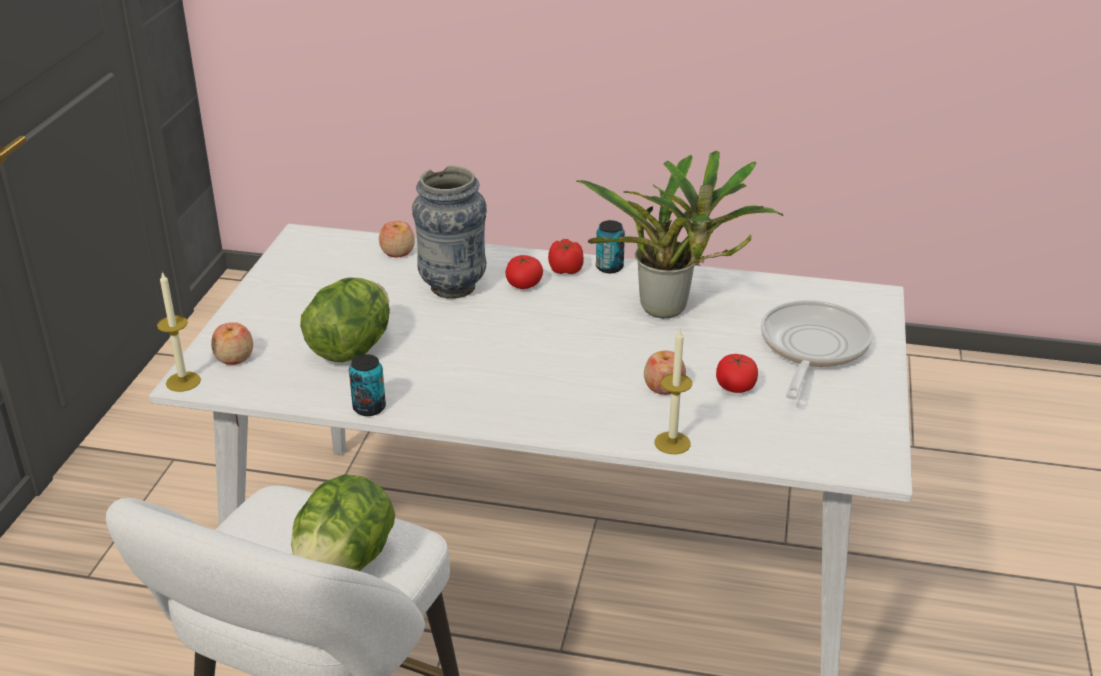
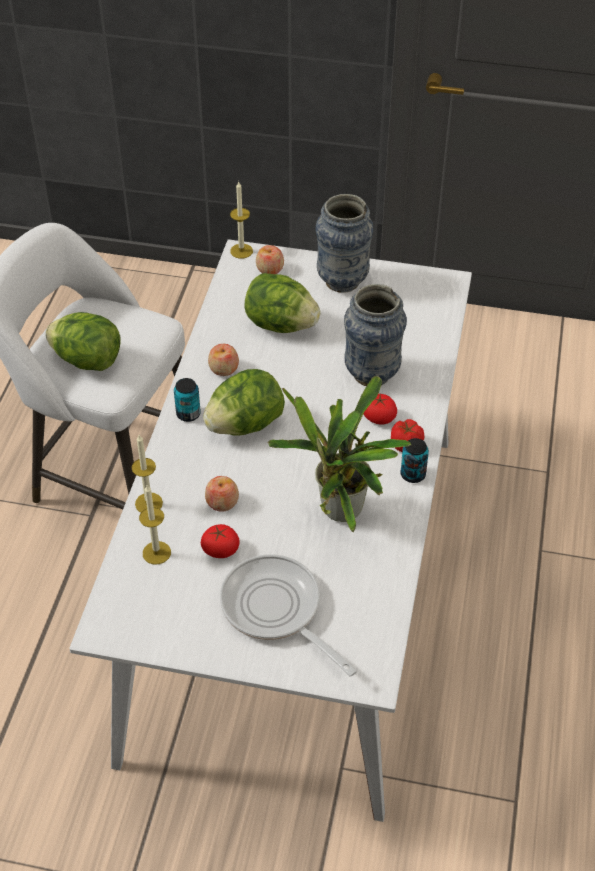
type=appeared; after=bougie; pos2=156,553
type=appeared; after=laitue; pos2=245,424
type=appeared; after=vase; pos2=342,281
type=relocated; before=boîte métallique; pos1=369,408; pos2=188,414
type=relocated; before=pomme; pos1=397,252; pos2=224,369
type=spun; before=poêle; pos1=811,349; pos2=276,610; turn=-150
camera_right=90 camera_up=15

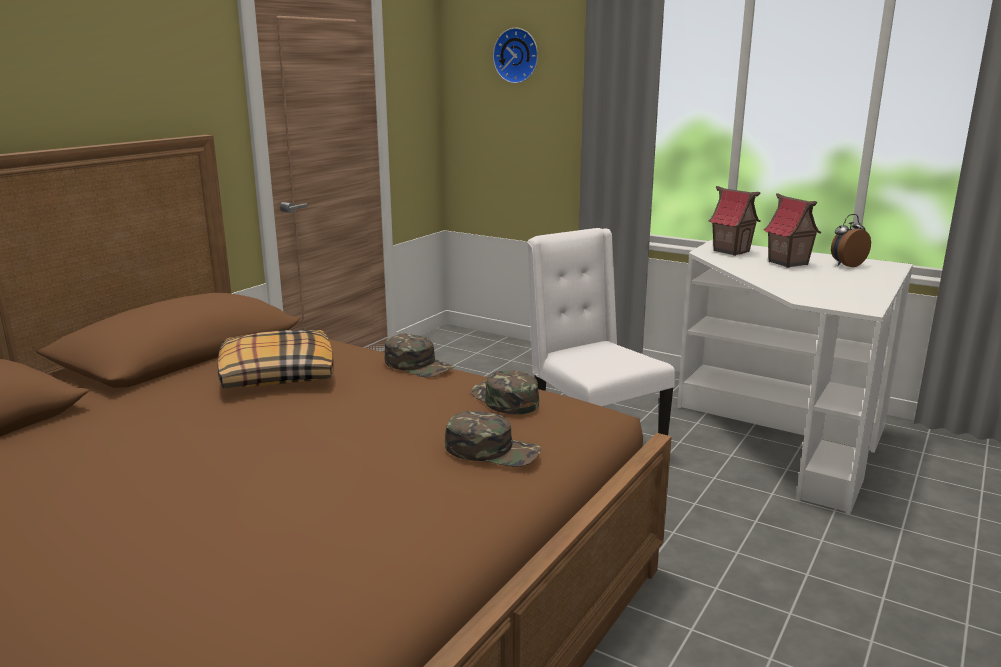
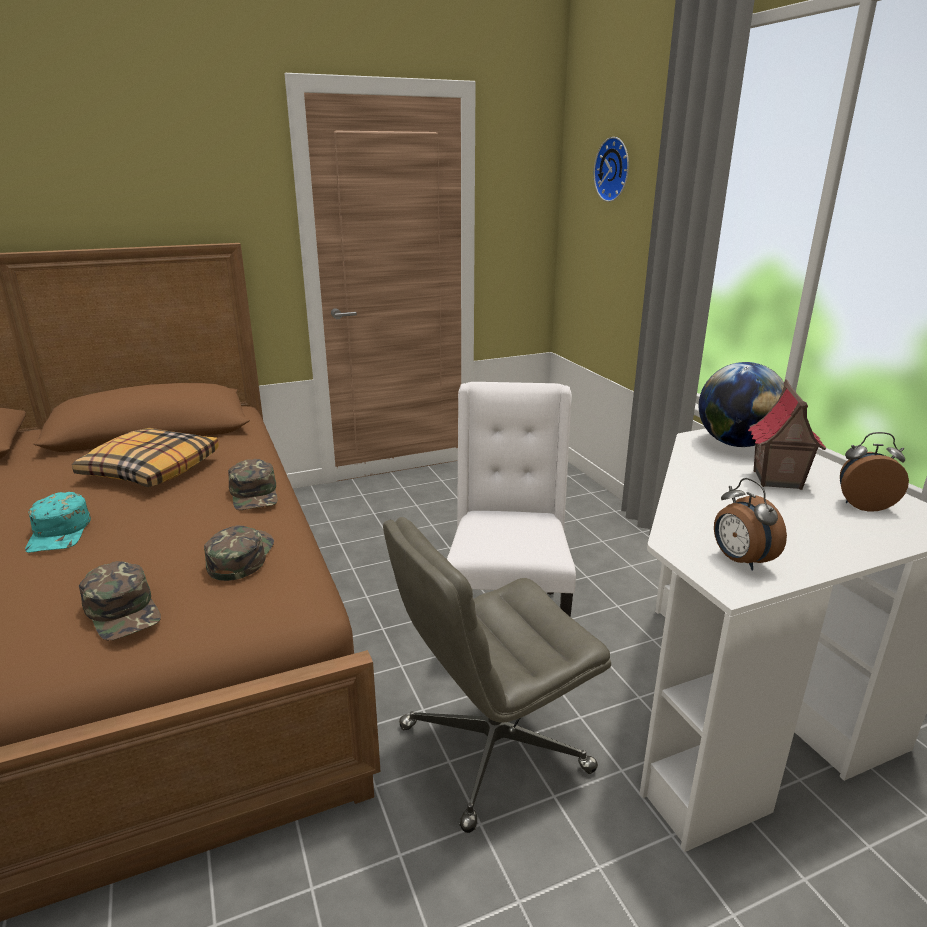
type=appeared; after=casquette (turquoise); pos2=60,532
type=appeared; after=chaise de bureau (gris); pos2=492,750
type=appeared; after=réveil; pos2=740,561
type=exchanged; before=maison miniature; after=globe; pos1=731,251; pos2=736,444
camera_right=35 camera_up=5

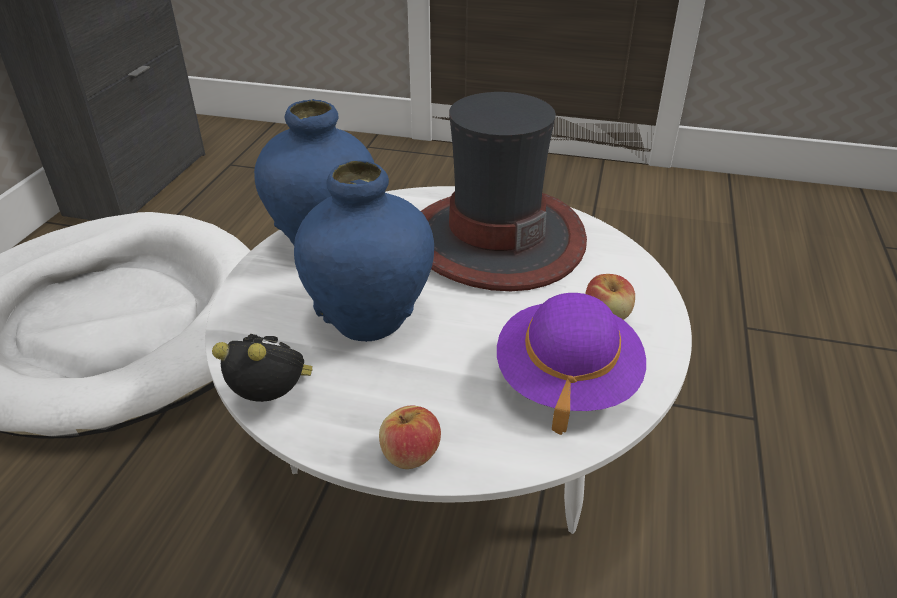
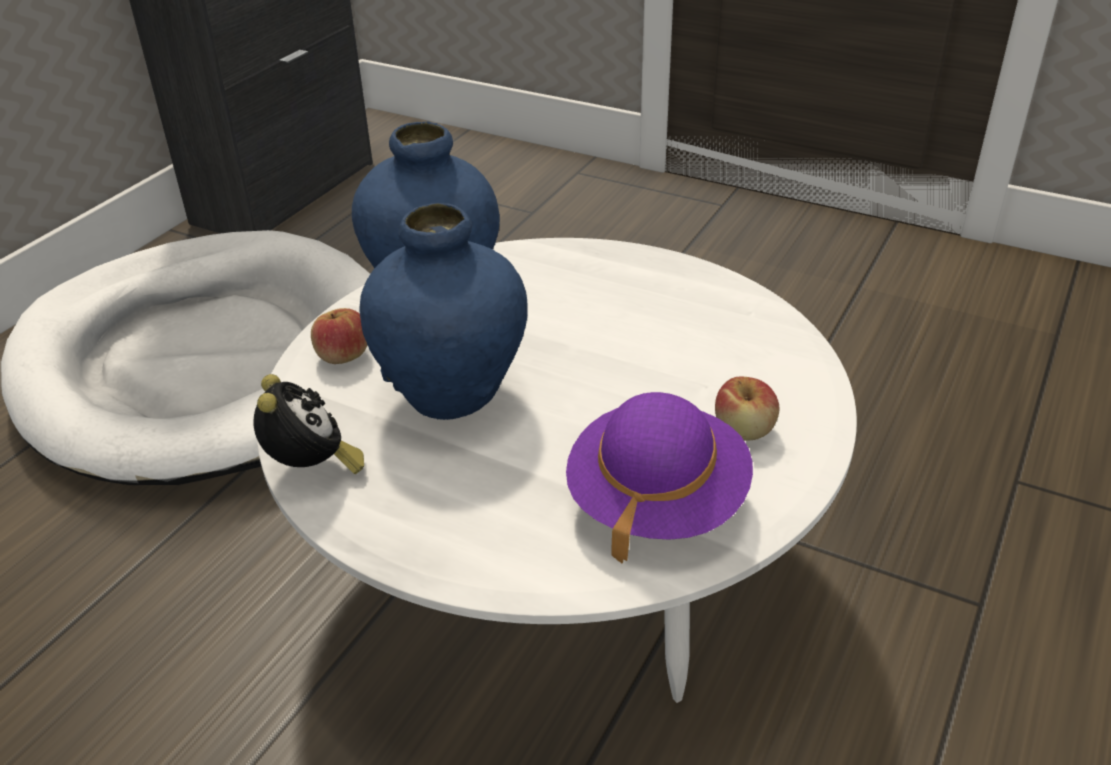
type=missing; before=chapeau; pos1=495,239
type=relocated; before=pomme; pos1=410,454; pos2=342,355
type=spun; before=réveil; pos1=274,399; pos2=312,469; turn=45
camera_right=15 camera_up=0

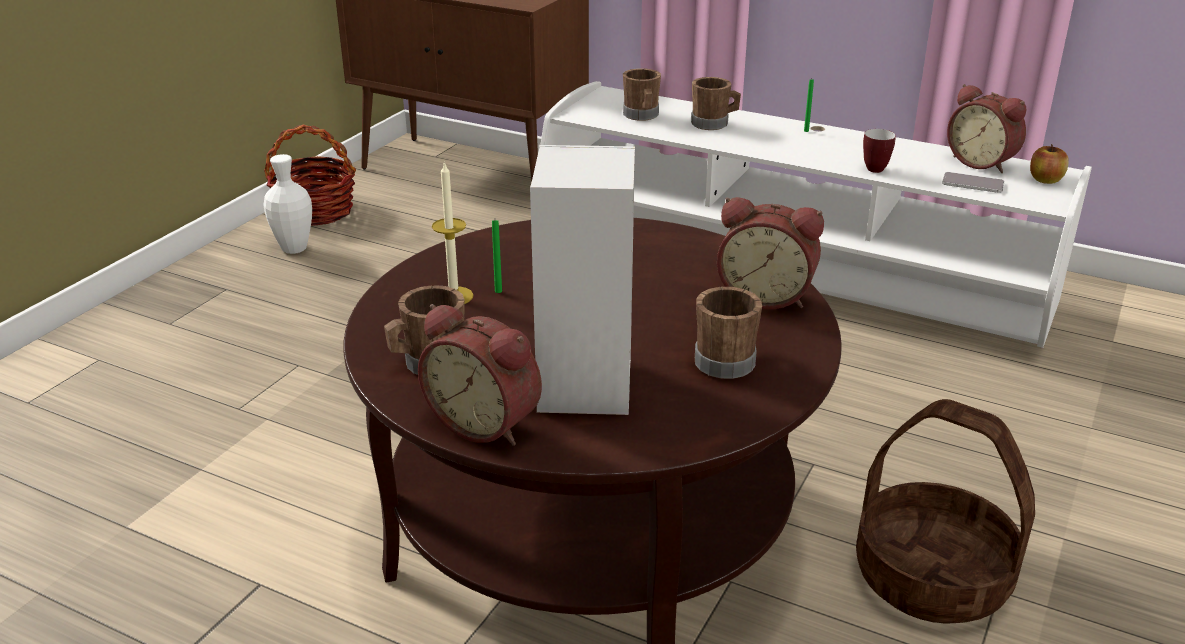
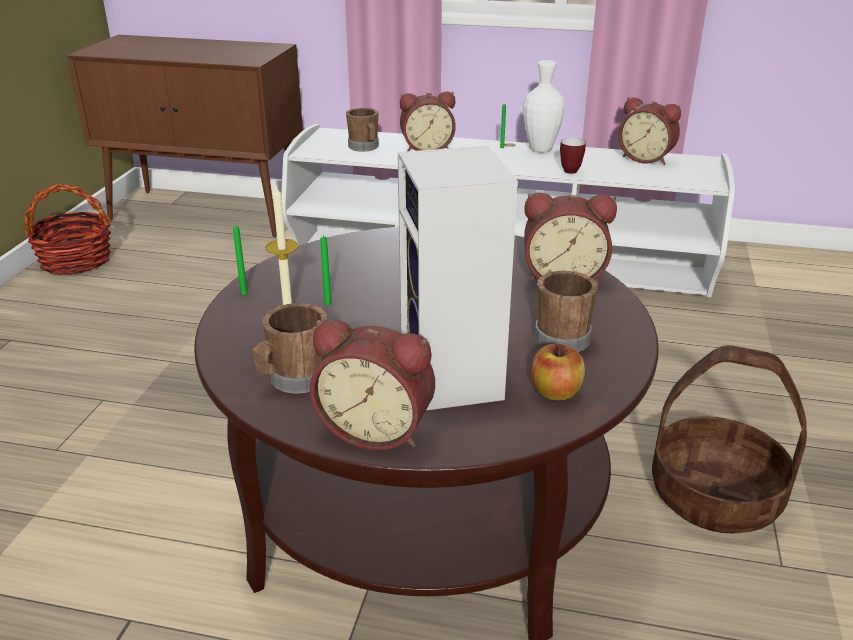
type=missing; before=téléphone; pos1=972,184
type=appeared; after=bougie (vert); pos2=244,293
type=relocated; before=vase (blanc); pos1=294,249; pos2=540,149
type=relocated; before=pomme; pos1=1045,180; pos2=555,392
type=exchanged; before=mug (marron); after=réveil; pos1=714,124; pos2=426,148
camera_right=-15 camera_up=0

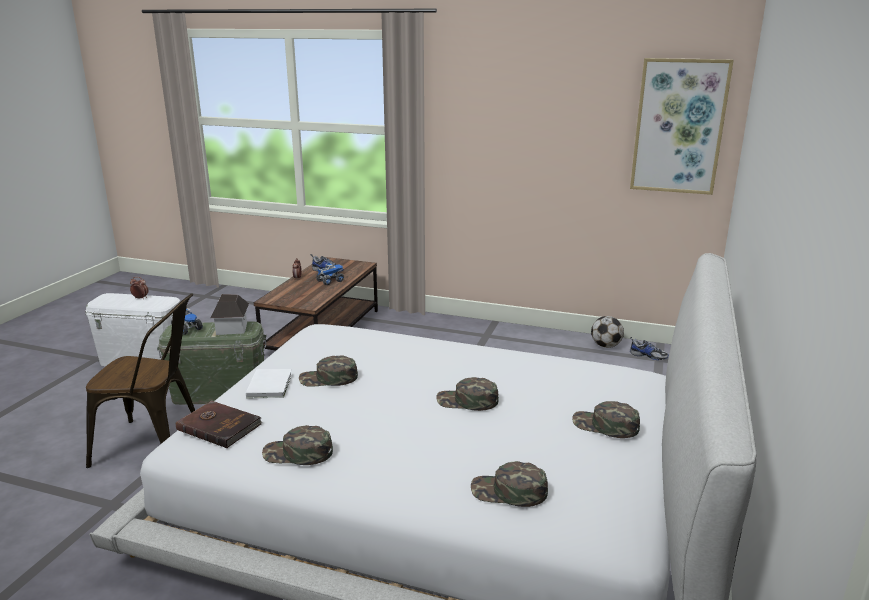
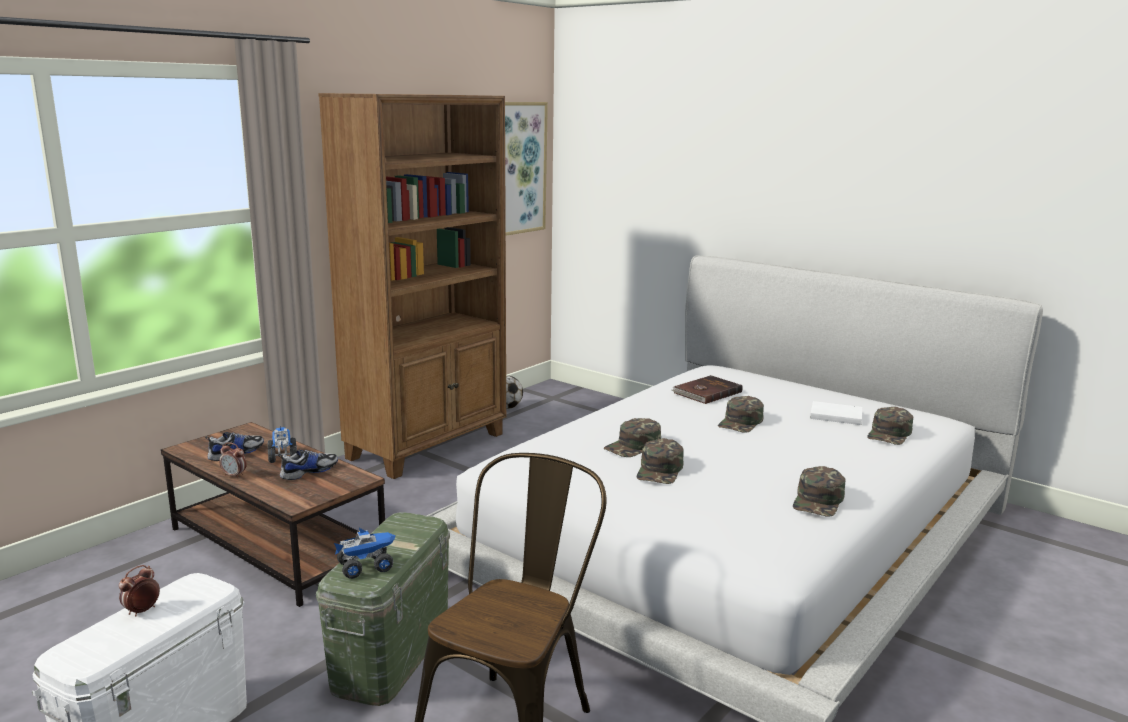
type=missing; before=maison miniature; pos1=232,328
type=appeared; after=bibliothèque (marron); pos2=429,446
type=relocated; before=livre (marron); pos1=219,426; pos2=706,392
type=relocated; before=livre (blanc); pos1=271,385; pos2=834,415
type=relocated; before=casquette (vert); pos1=605,425; pos2=633,446
type=relocated; before=chaussure; pos1=648,356; pos2=308,471
camera_right=-70 camera_up=-5

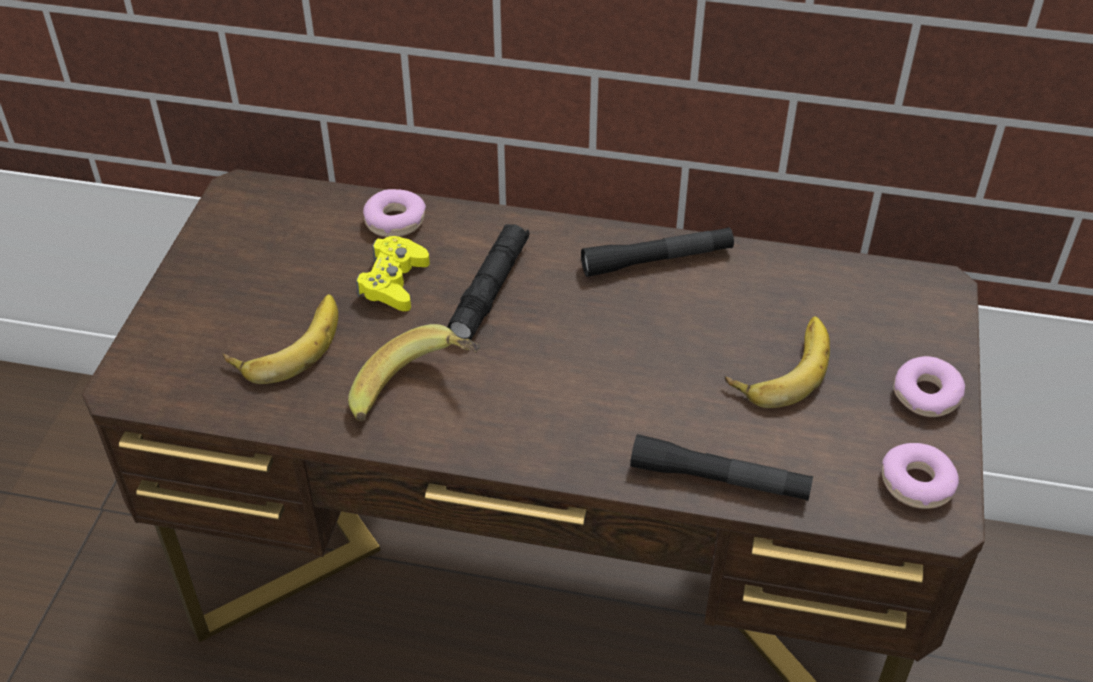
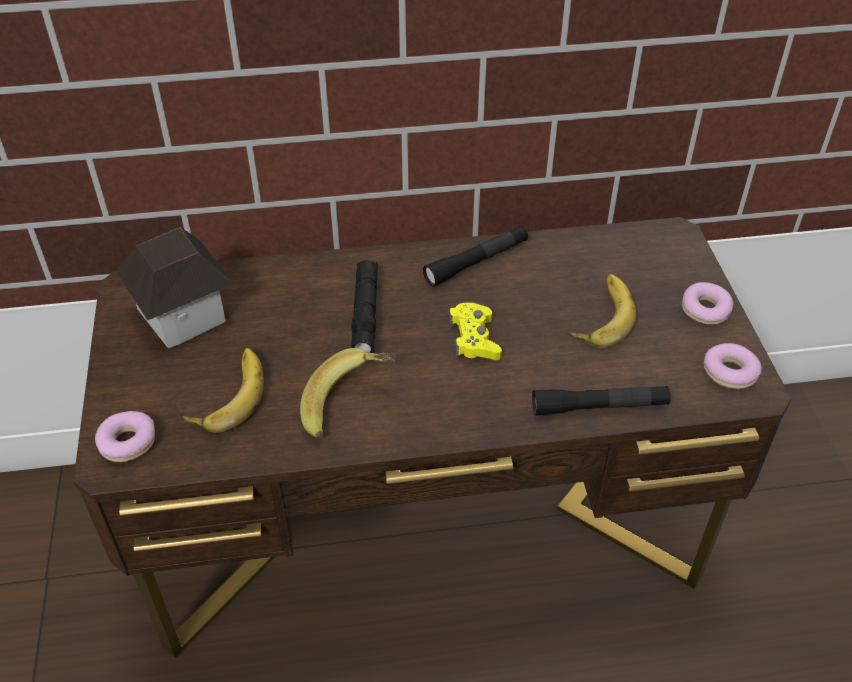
type=appeared; after=maison miniature; pos2=183,314
type=relocated; before=manette (jaune); pos1=393,282; pos2=474,339
type=relocated; before=beignet; pos1=395,221; pos2=128,442
camera_right=-20 camera_up=0

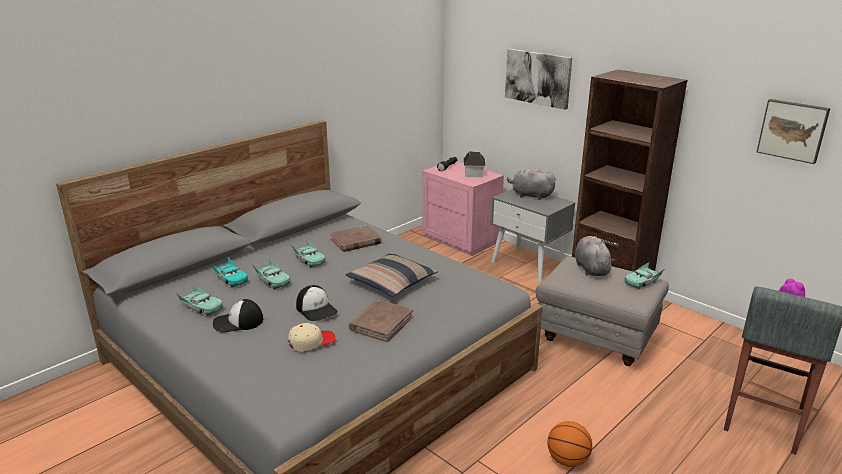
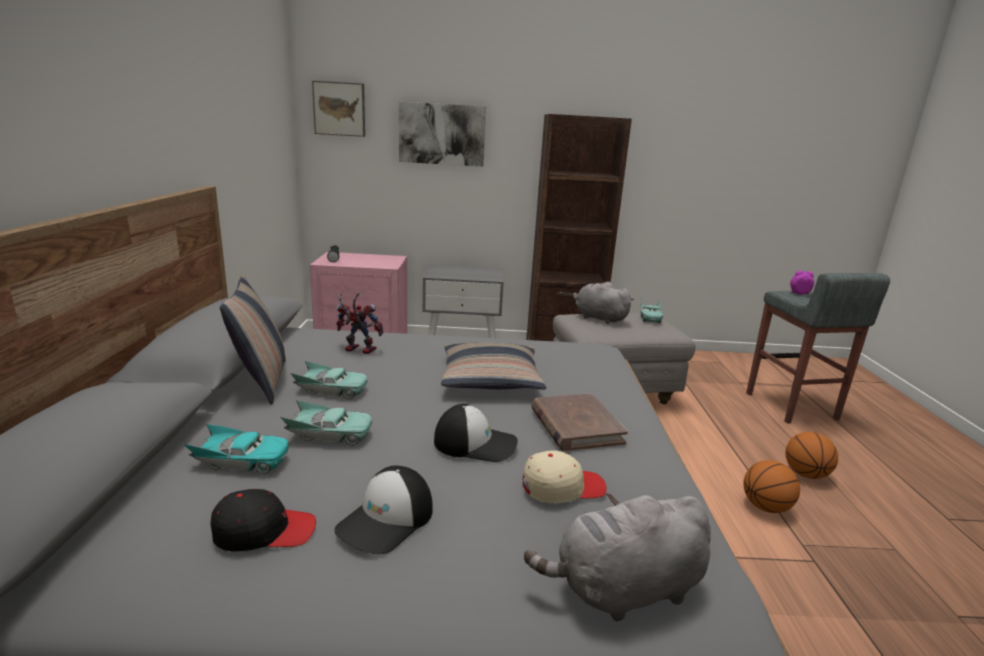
type=missing; before=maison miniature; pos1=474,174
type=appeared; after=coussin; pos2=262,381
type=appeared; after=ballon de basket; pos2=805,474
type=relocated; before=peluche (gris); pos1=530,195; pos2=623,590
type=relocated; before=tableau; pos1=793,130; pos2=340,109
type=exchanged; before=petite voiture (turquoise); after=casquette (noir); pos1=201,307; pos2=264,531
type=exchanged; before=livre (marron); after=robot jouet; pos1=356,241; pos2=357,350
type=spun; before=casquette (beige); pos1=311,341; pos2=562,487; turn=60
camera_right=-45 camera_up=-5

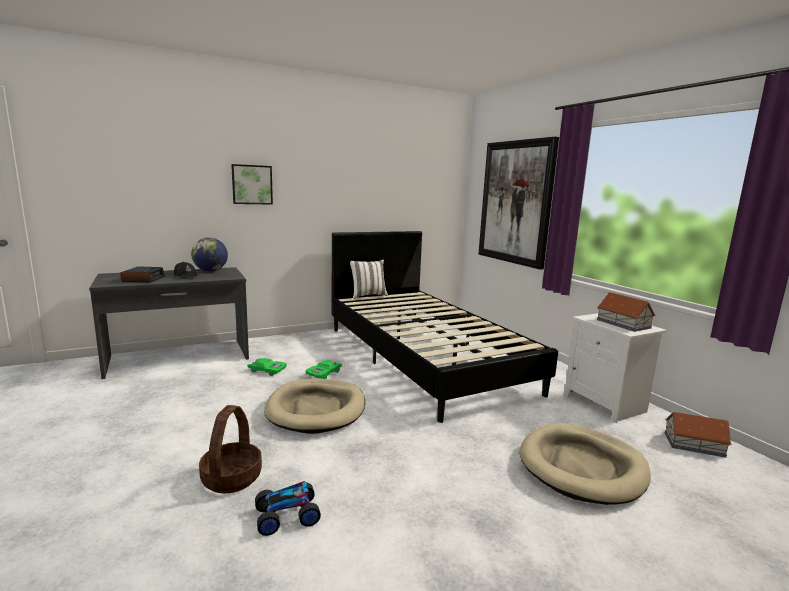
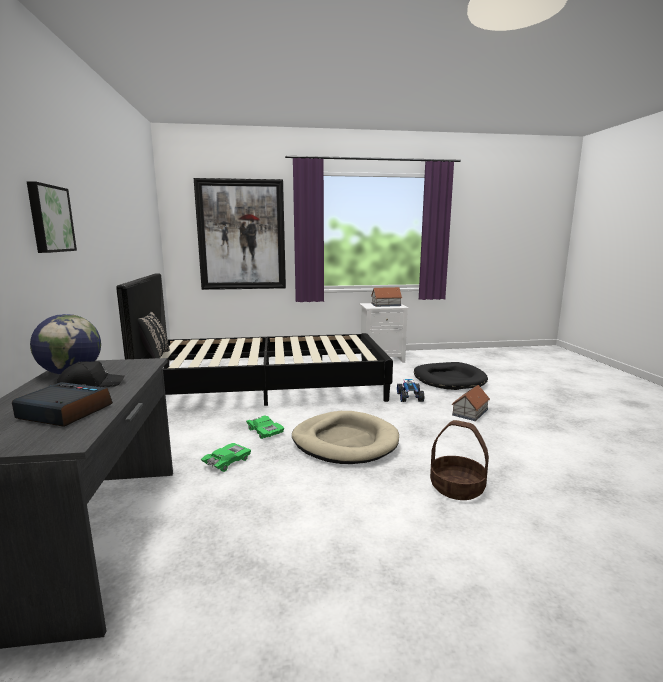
type=relocated; before=petite voiture; pos1=287,515; pos2=409,397
type=relocated; before=maison miniature; pos1=694,444; pos2=470,412
type=colour; before=coussin (blanc); after=coussin (noir); pos1=367,295; pos2=154,357
type=colour; before=panier pour chien (beige); after=panier pour chien (noir); pos1=582,467; pos2=449,379
camera_right=-70 camera_up=0

